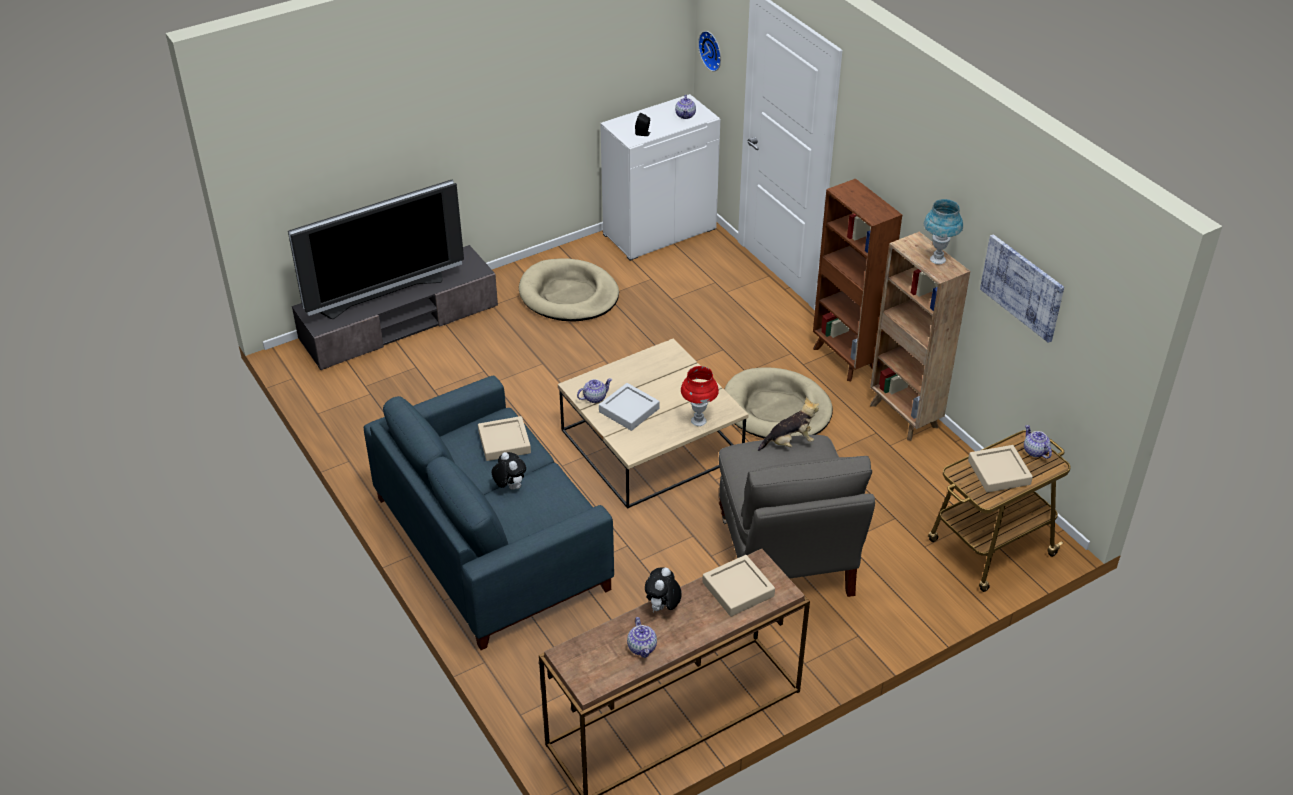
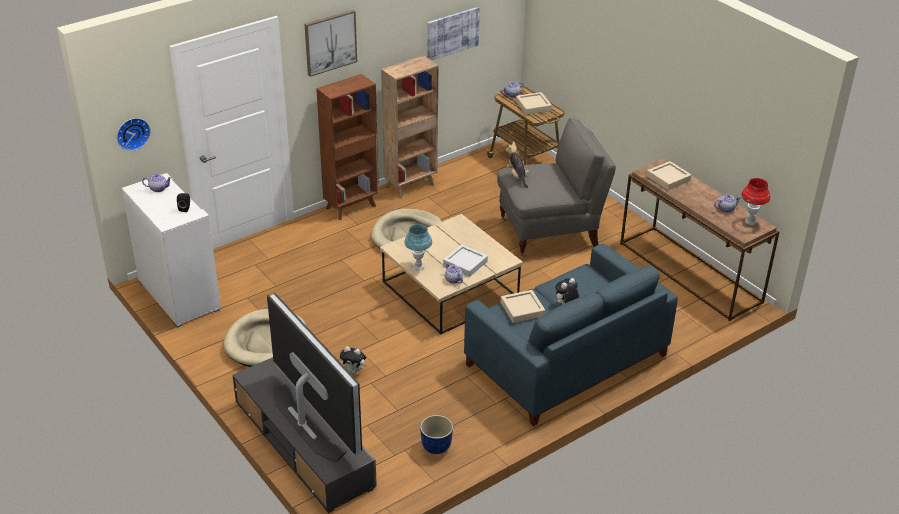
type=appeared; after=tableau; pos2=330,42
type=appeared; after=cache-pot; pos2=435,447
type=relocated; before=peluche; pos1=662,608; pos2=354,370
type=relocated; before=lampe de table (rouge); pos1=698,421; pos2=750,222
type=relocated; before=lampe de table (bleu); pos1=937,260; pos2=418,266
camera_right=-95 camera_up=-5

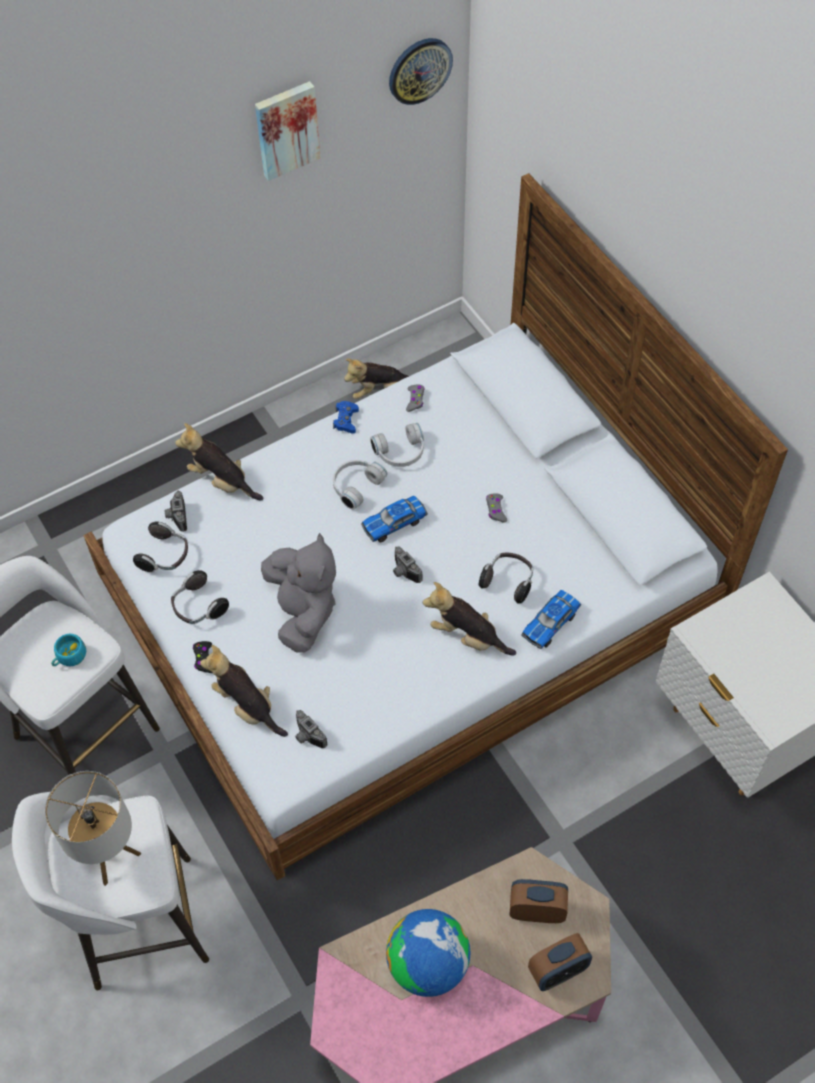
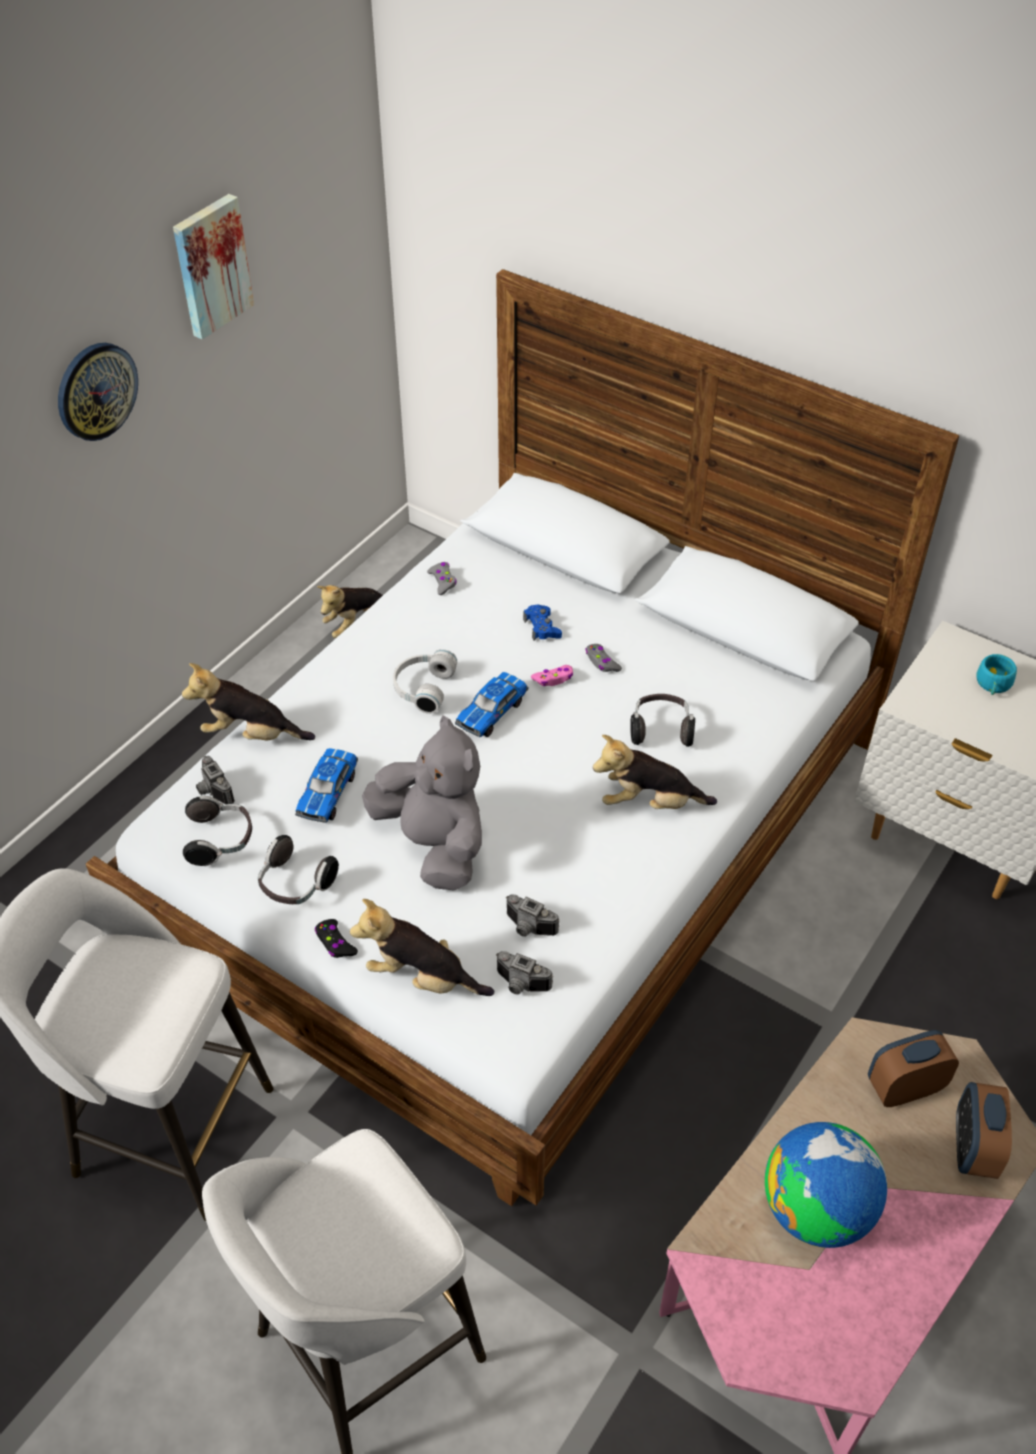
type=missing; before=lampe de table; pos1=109,854
type=missing; before=casque audio (blanc); pos1=401,453
type=appeared; after=manette (rose); pos2=553,679
type=relocated; before=tasse (turquoise); pos1=69,657; pos2=993,685
type=relocated; before=manette (bleu); pos1=346,420; pos2=542,627
type=relocated; before=horloge murale; pos1=419,70; pos2=96,391
type=relocated; before=appareil photo; pos1=403,572; pos2=528,928
type=relocated; before=petite voiture; pos1=551,623; pos2=328,792
type=spun; before=réveil; pos1=558,971; pos2=973,1148; turn=150
camera_right=-25 camera_up=-10

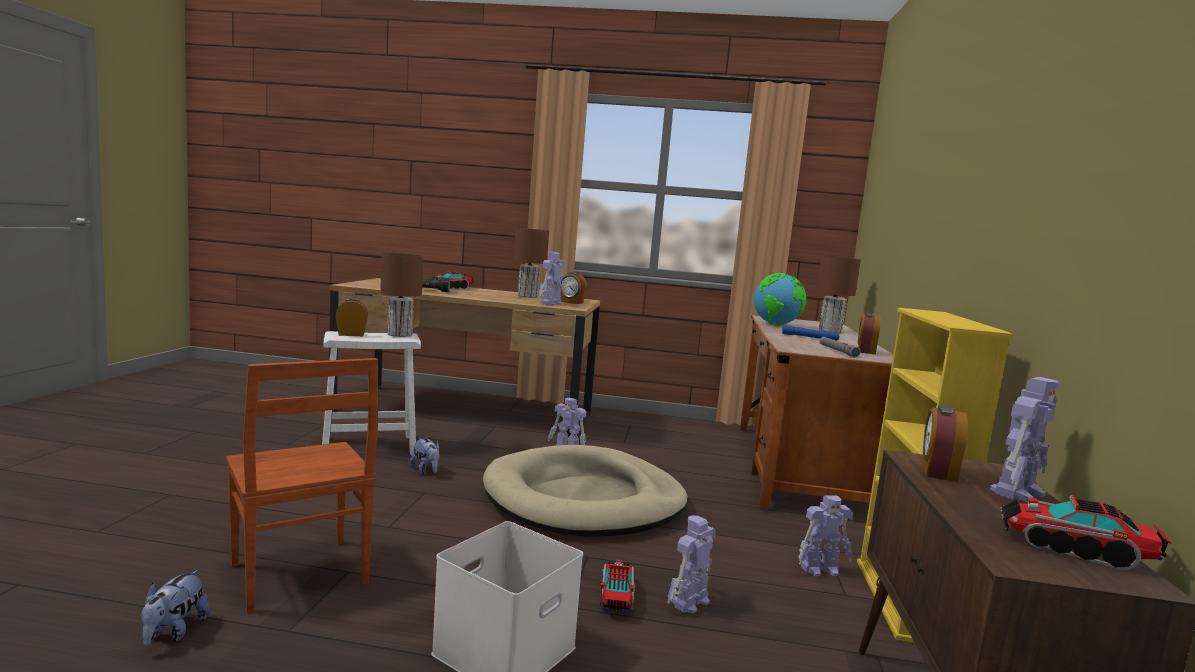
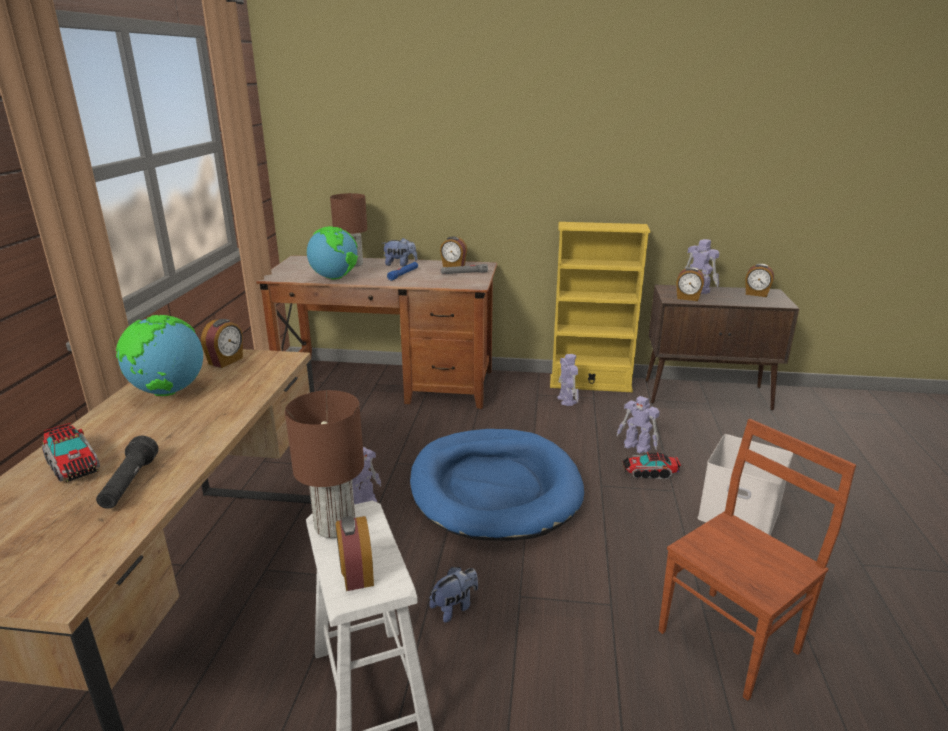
type=missing; before=robot jouet; pos1=550,303
type=relocated; before=peluche; pos1=174,632; pos2=400,264
type=exchanged; before=lampe de table (marron); after=globe; pos1=527,296; pos2=168,392
type=exchanged; before=camion jouet; after=réveil; pos1=1073,550; pos2=756,294
type=colour; before=panier pour chien (beige); after=panier pour chien (bleu); pos1=585,499; pos2=494,488
camera_right=-90 camera_up=15

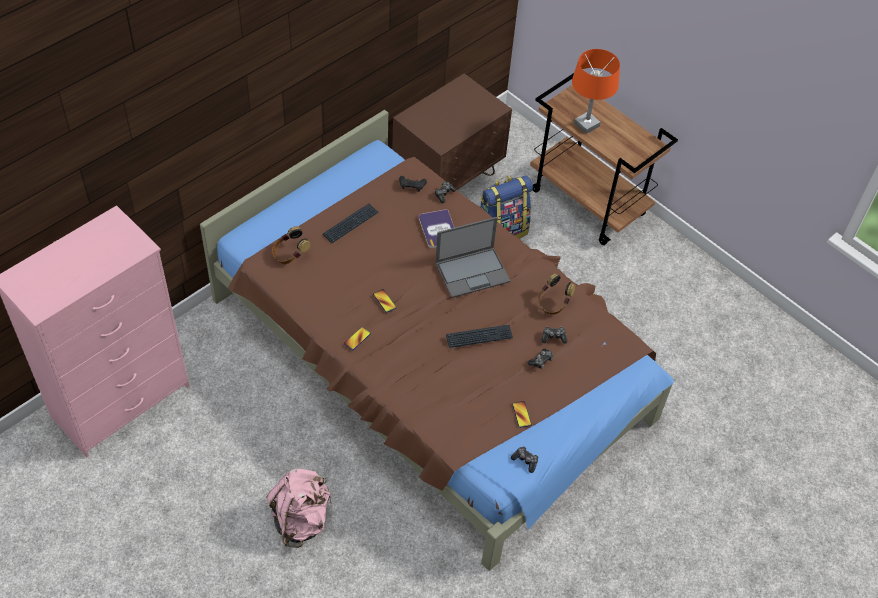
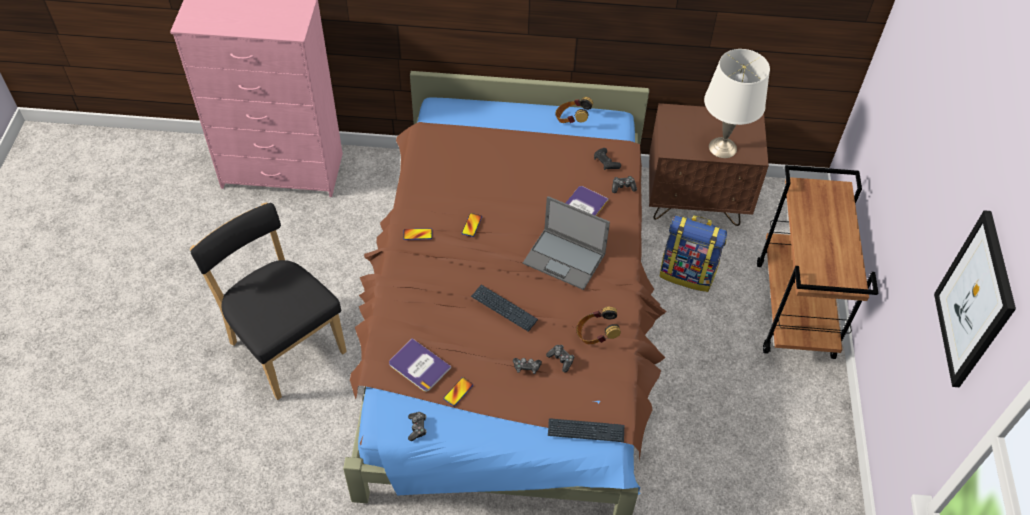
type=missing; before=lampe de table (orange); pos1=586,124
type=appeared; after=livre; pos2=419,366
type=appeared; after=lampe de table (blanc); pos2=722,147
type=appeared; after=tableau; pos2=975,301
type=relocated; before=casque audio; pos1=290,255; pos2=572,120
type=relocated; before=clavier; pos1=351,224; pos2=586,431
type=exchanged; before=sac à dos (rose); after=chaise (noir); pos1=301,519; pos2=284,344
camera_right=50 camera_up=0

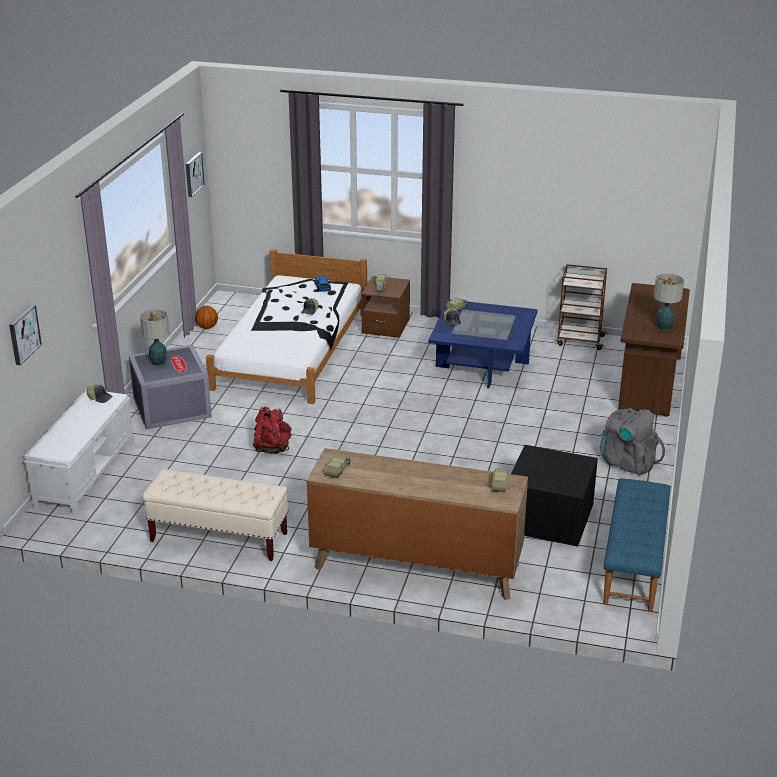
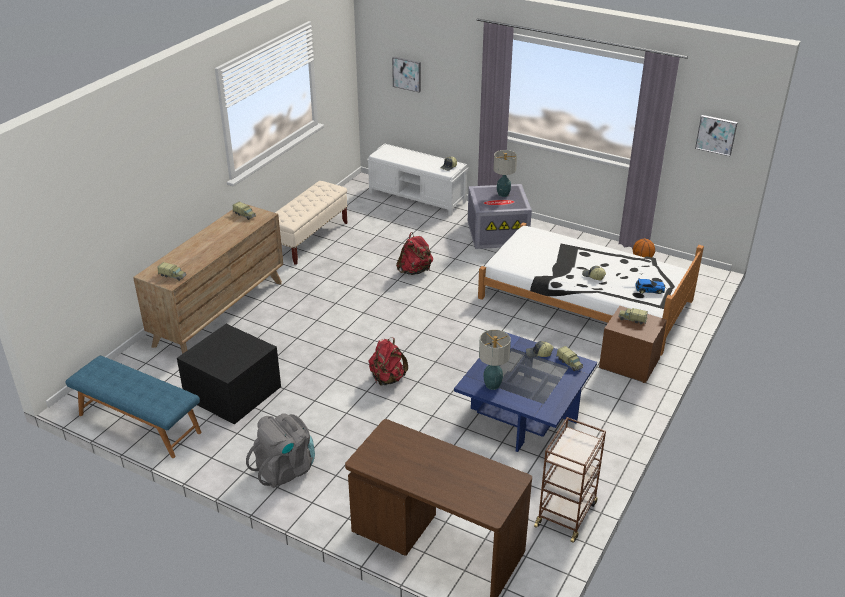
type=appeared; after=sac à dos (rouge); pos2=387,379
type=relocated; before=lampe de table; pos1=664,327; pos2=492,385
camera_right=105 camera_up=5

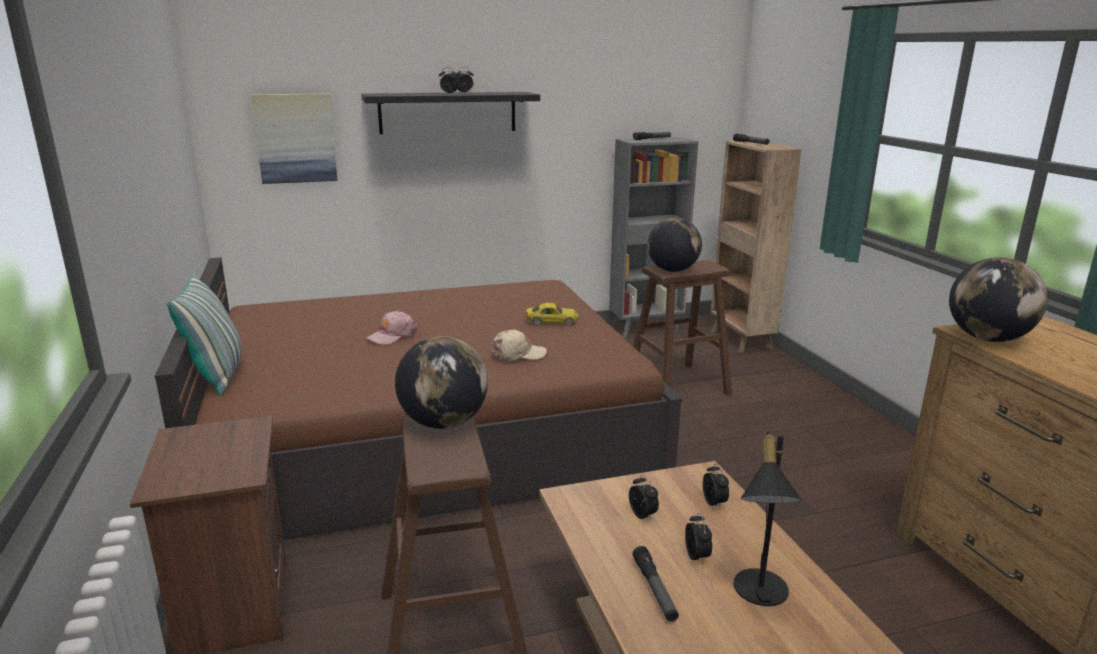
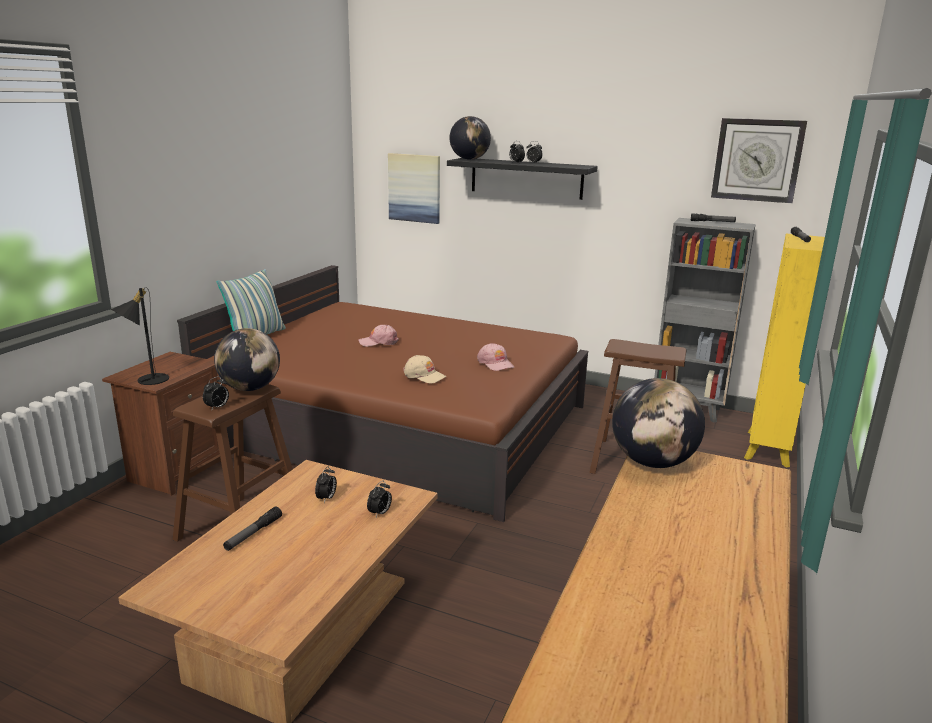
type=appeared; after=horloge murale; pos2=757,160
type=relocated; before=globe; pos1=672,270; pos2=469,159
type=relocated; before=réveil; pos1=697,557; pos2=217,407
type=relocated; before=lampe de table (noir); pos1=758,594; pos2=146,380
type=exchanged; before=petite voiture (jaune); after=casquette (rose); pos1=551,321; pos2=495,363
type=colour; before=bibliothèque (marron); after=bibliothèque (jaune); pos1=741,340; pos2=767,449
camera_right=40 camera_up=0

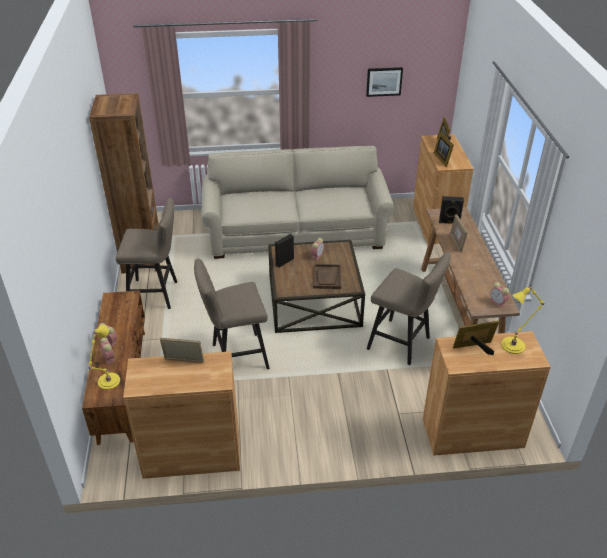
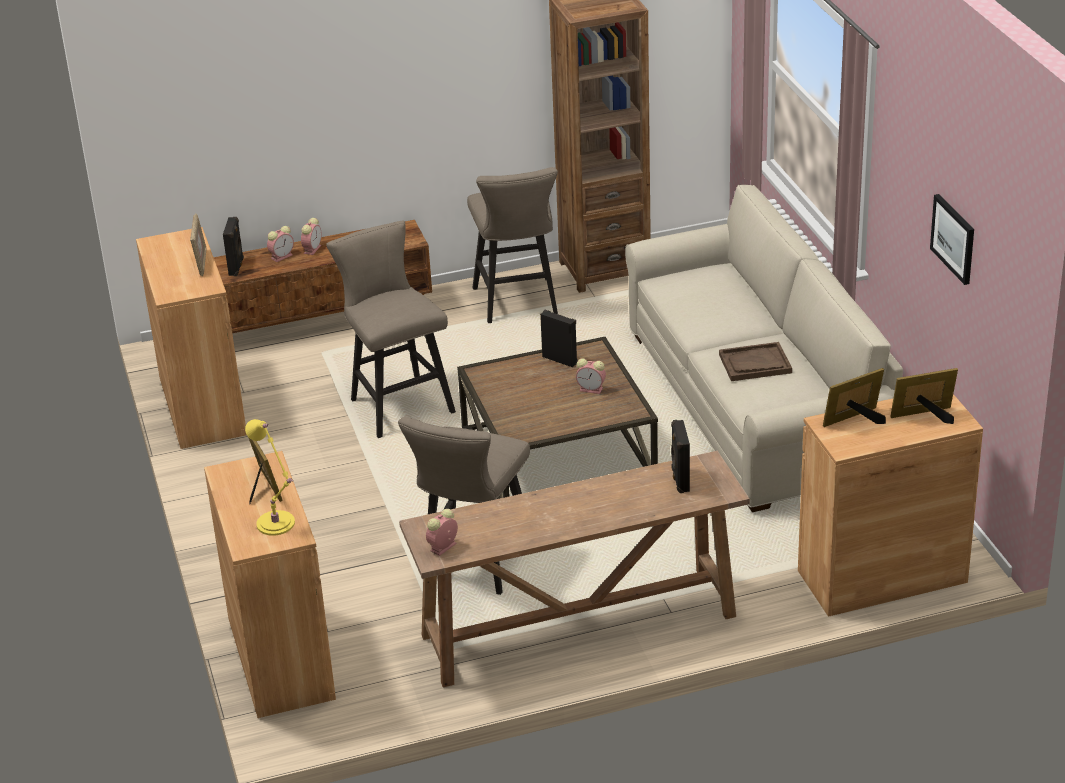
type=missing; before=cadre photo; pos1=456,243
type=relocated; before=plateau (marron); pos1=327,277; pos2=755,364
type=exchanged; before=lampe de table (jaune); after=enceinte (noir); pos1=108,382; pos2=237,267
camera_right=80 camera_up=-5

